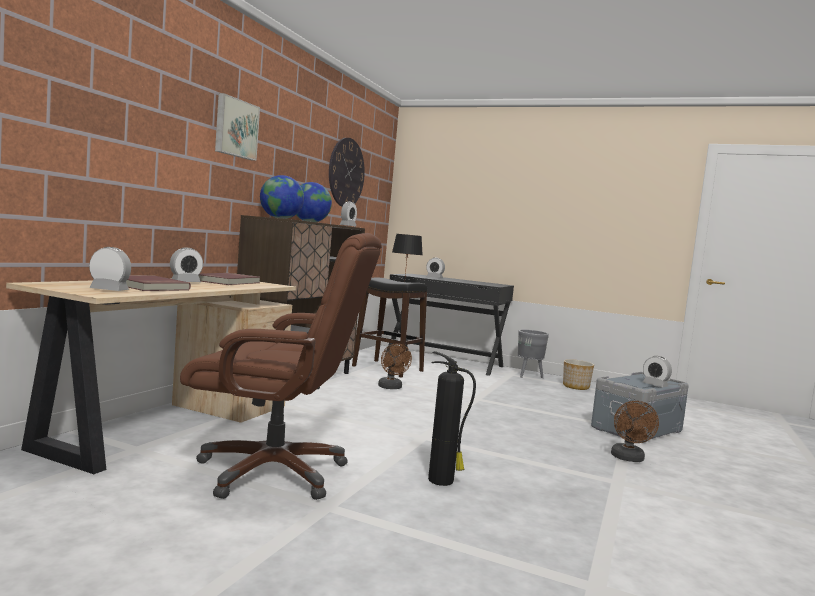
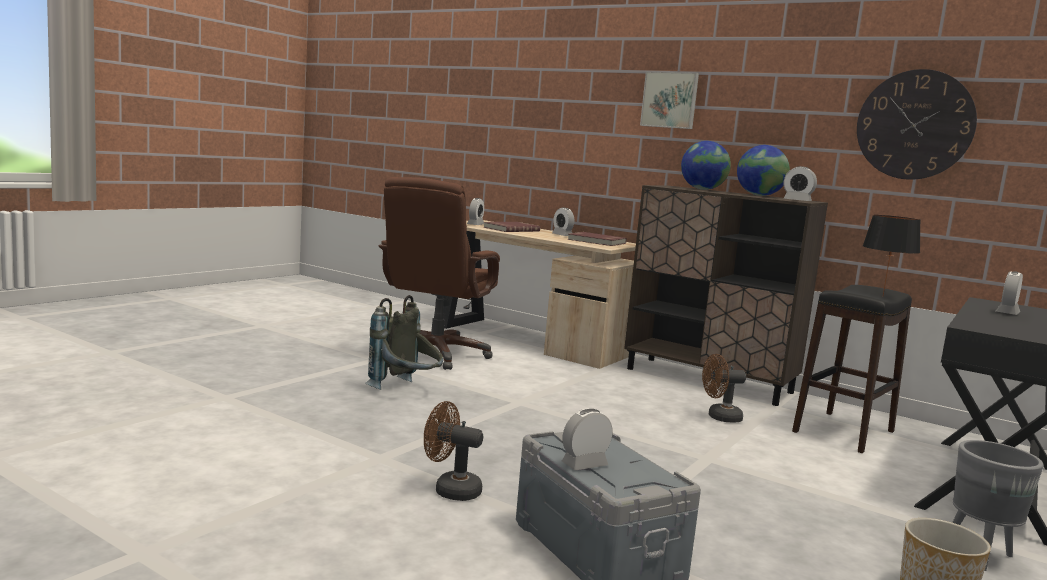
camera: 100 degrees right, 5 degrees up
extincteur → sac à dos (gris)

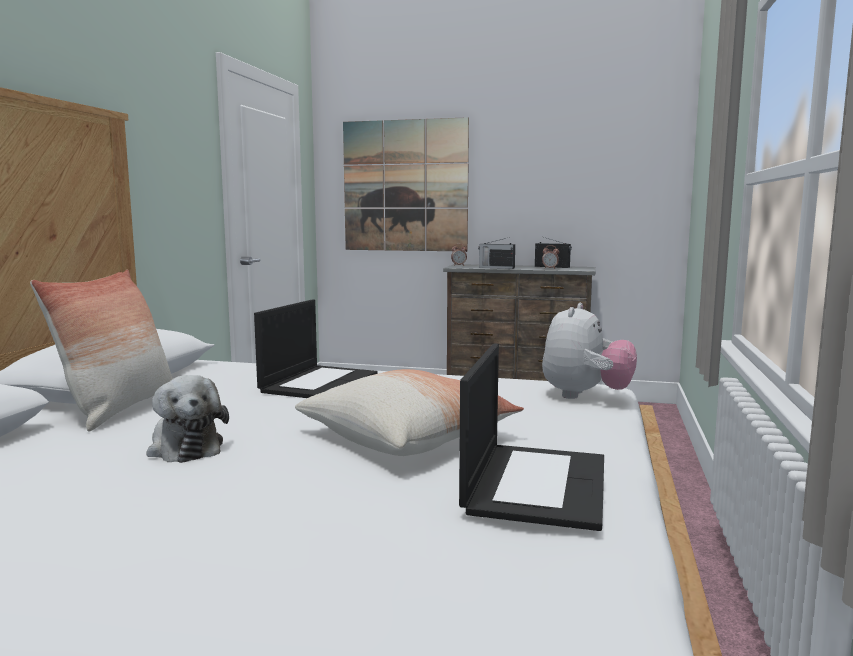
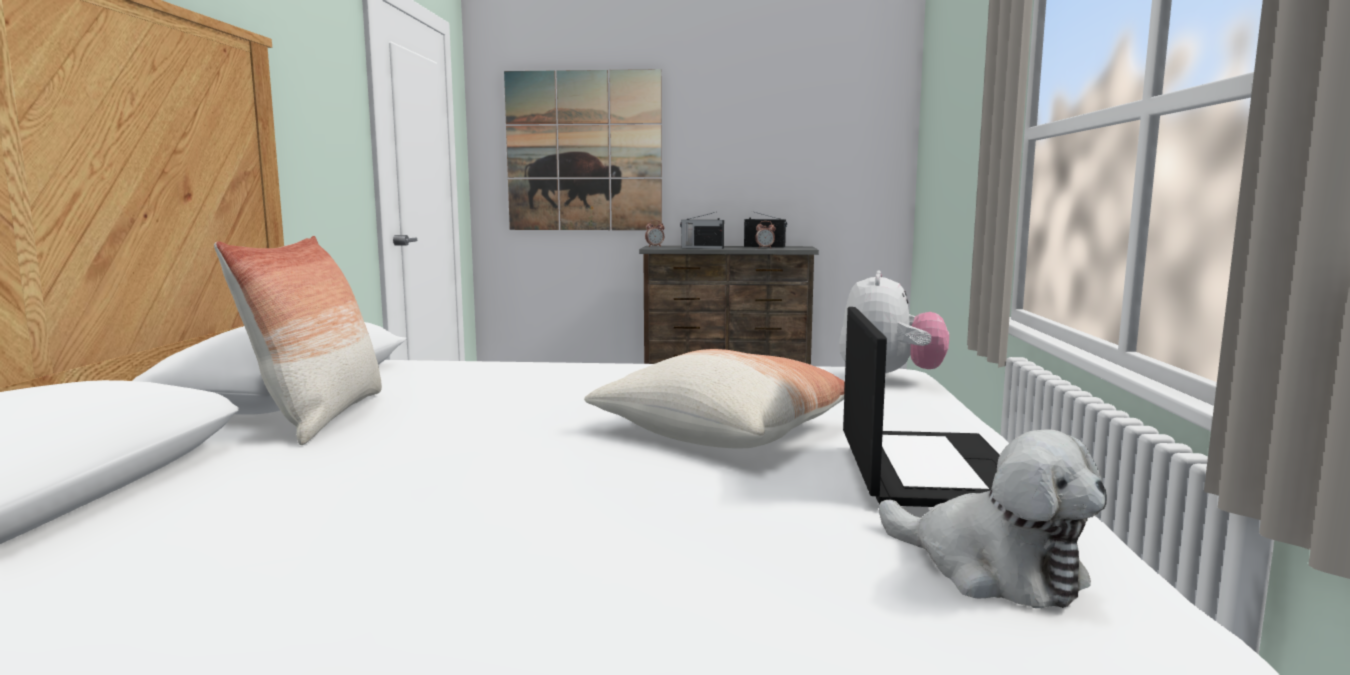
camera: 10 degrees left, 0 degrees up
ordinateur portable (no. 1 from left) → -
peluche (no. 1 from left in the first image) → peluche (no. 2 from left), relocated

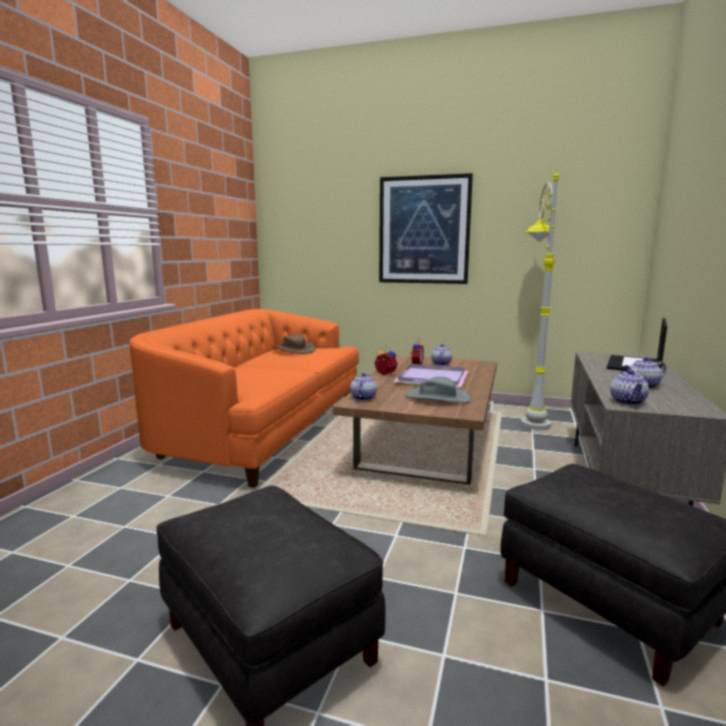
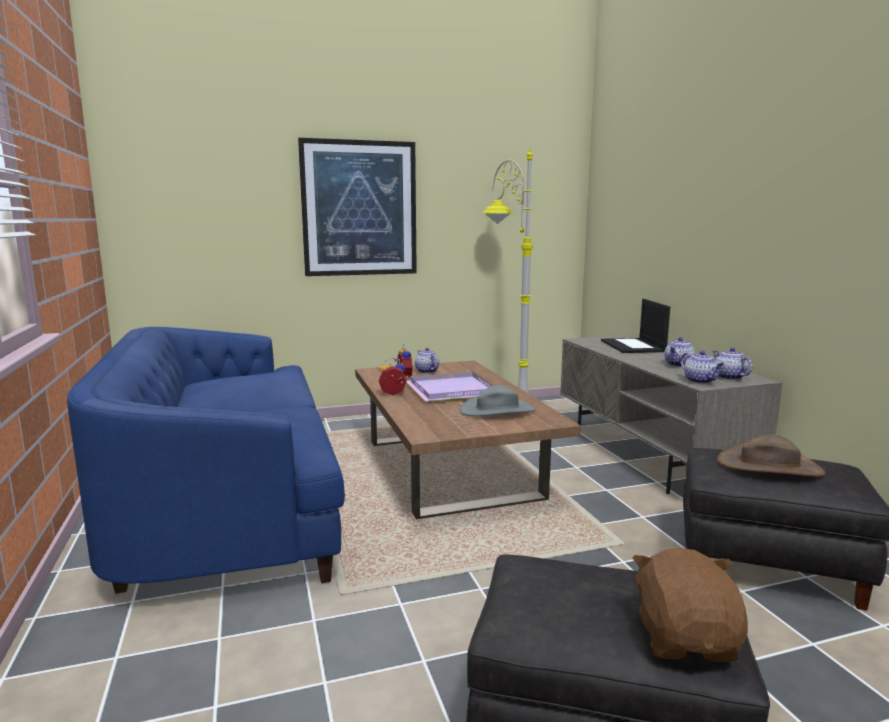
camera: 35 degrees left, 0 degrees up
- → peluche (marron)
chapeau (marron), relocated
théière (no. 1 from left in the first image) → théière (no. 4 from left), relocated
canapé (orange) → canapé (bleu)

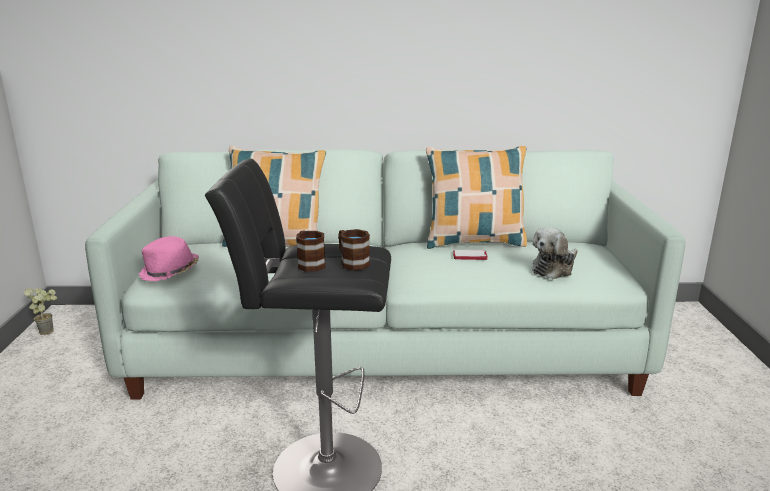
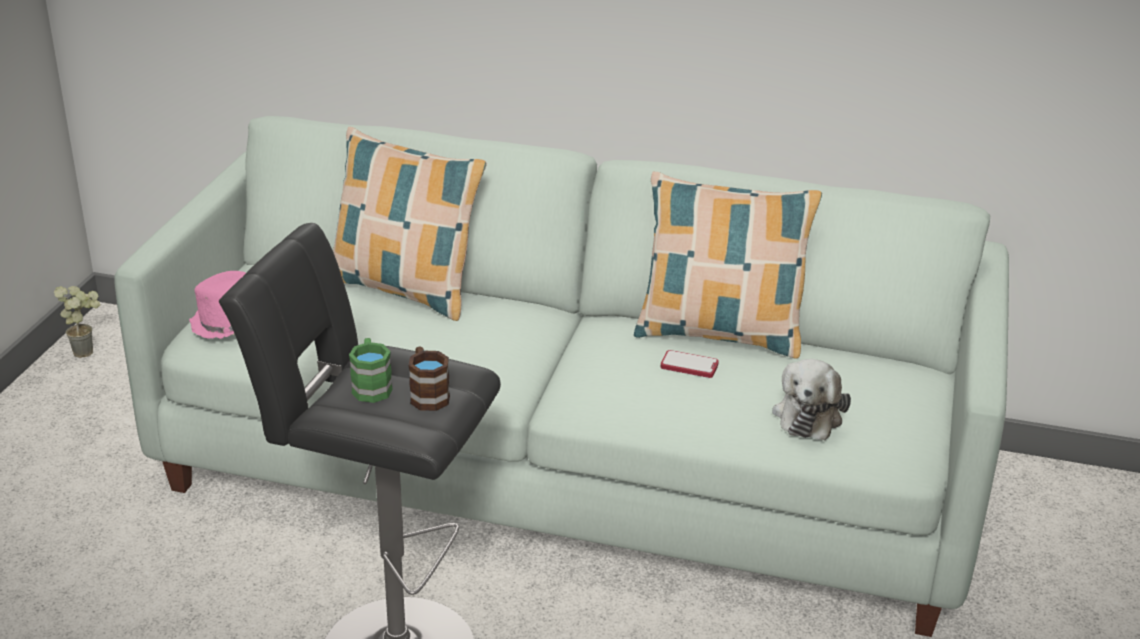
camera: 15 degrees right, 10 degrees up
mug (marron) (no. 1 from left) → mug (vert)
peluche, 45 degrees counterclockwise

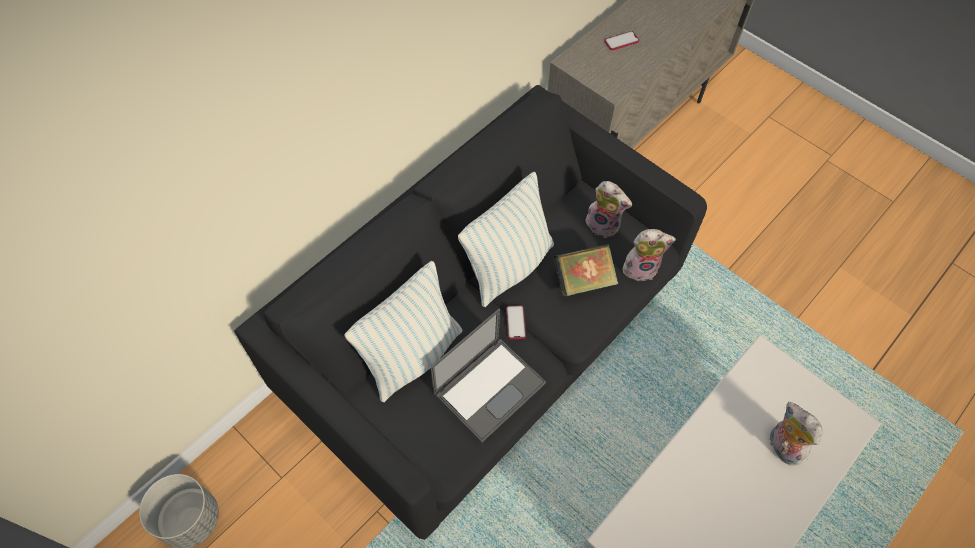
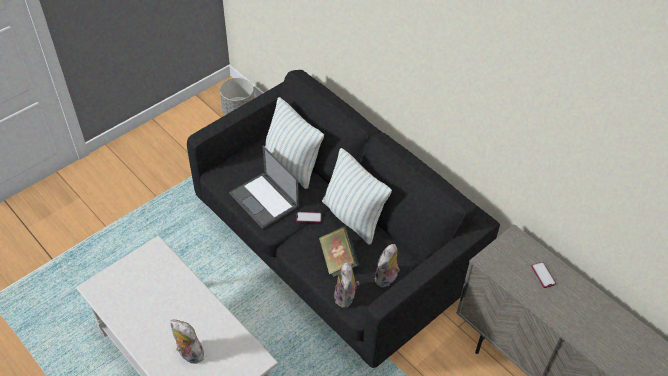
camera: 95 degrees right, 10 degrees down
peluche (no. 3 from left in the first image) → peluche (no. 1 from left), 120 degrees counterclockwise

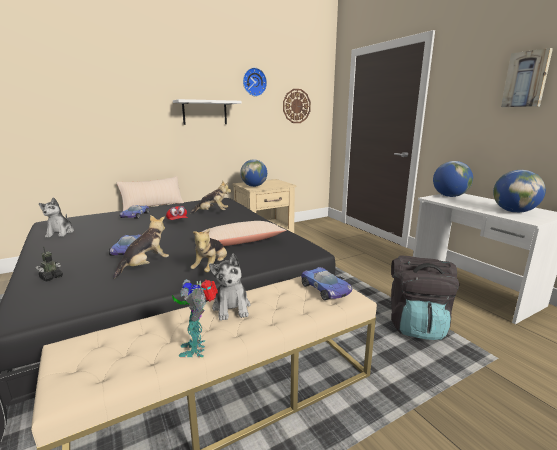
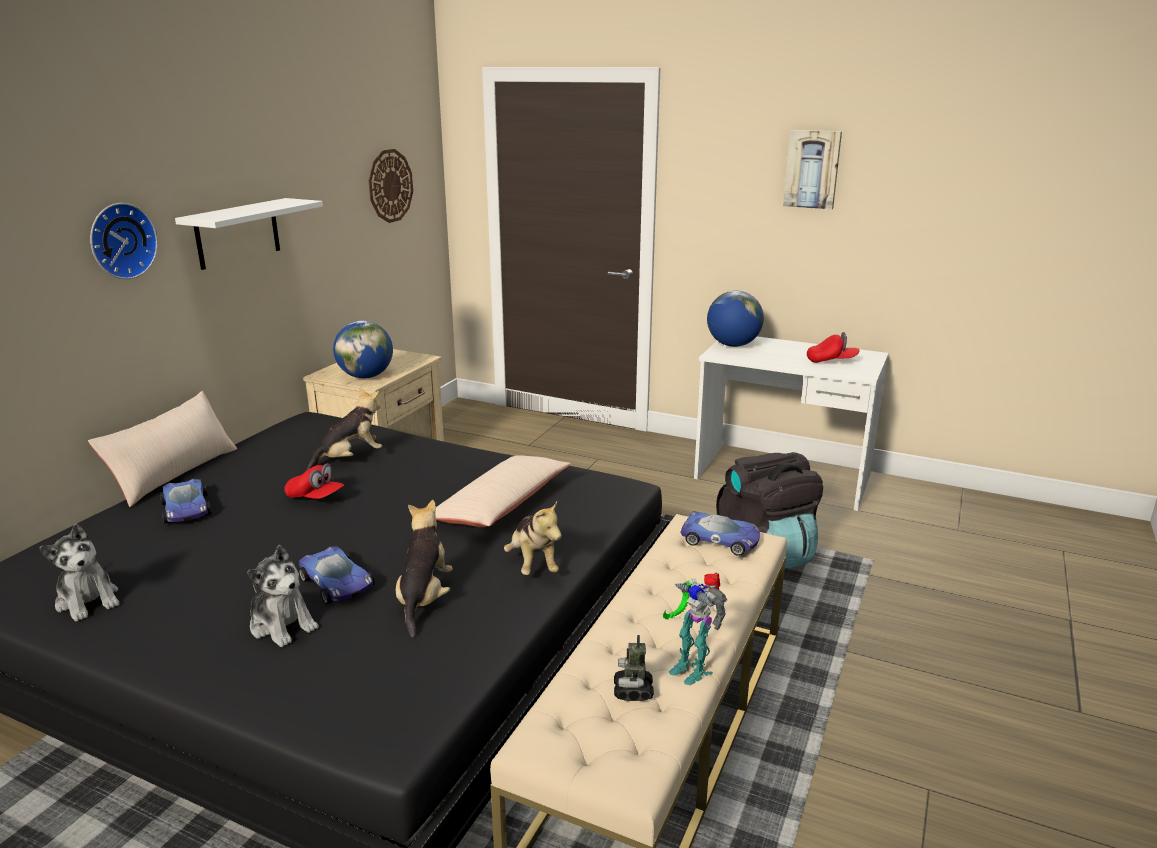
camera: 35 degrees left, 5 degrees up
robot jouet (no. 1 from left), relocated
peluche (no. 5 from left in the first image) → peluche (no. 2 from left), relocated
horloge murale (no. 1 from left), relocated
globe (no. 3 from left) → casquette (rouge) (no. 2 from left)

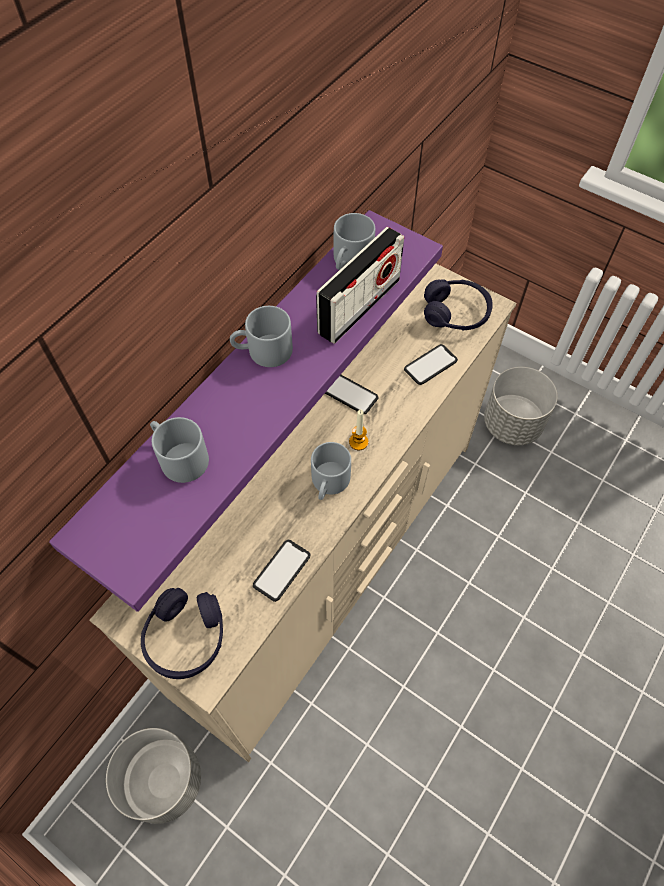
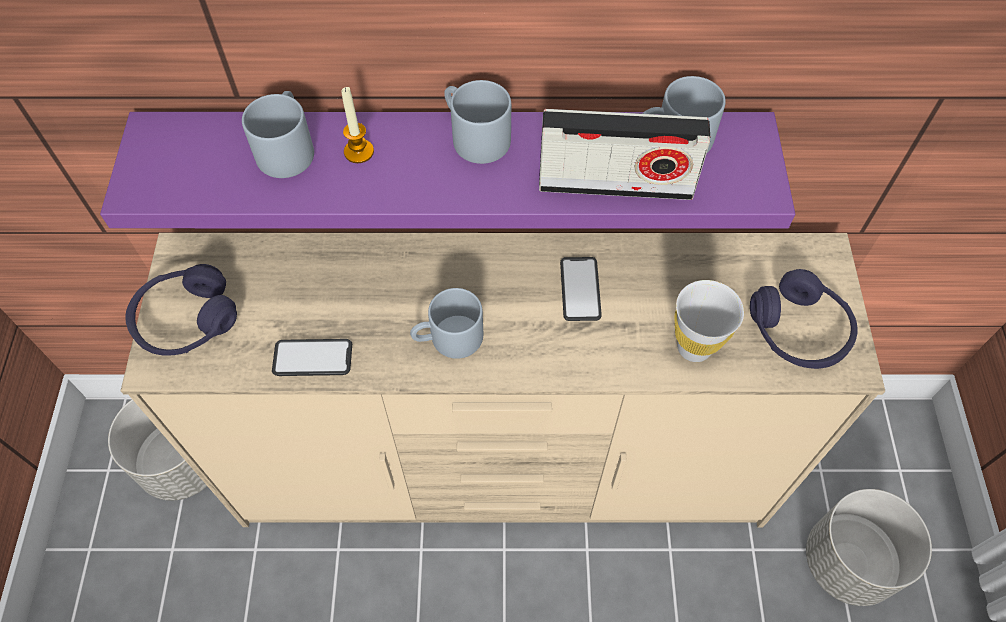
camera: 55 degrees right, 0 degrees up
bougie, relocated
téléphone (no. 3 from left) → tasse (blanc)

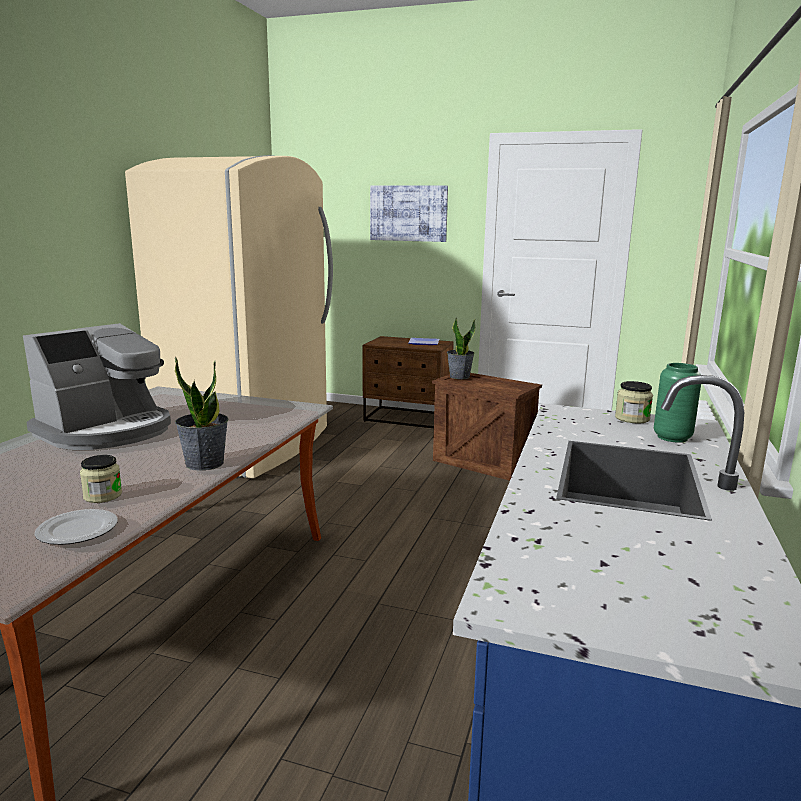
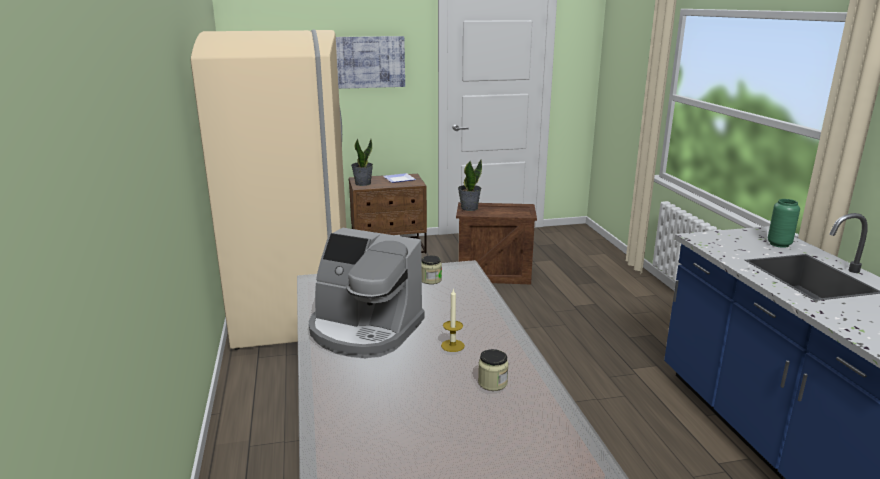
camera: 30 degrees left, 5 degrees up
assiette (no. 1 from left) → -
- → bougie
plante en pot (no. 1 from left), relocated
bocal (no. 2 from left in the first image) → bocal (no. 1 from left), relocated
machine à café, 105 degrees clockwise

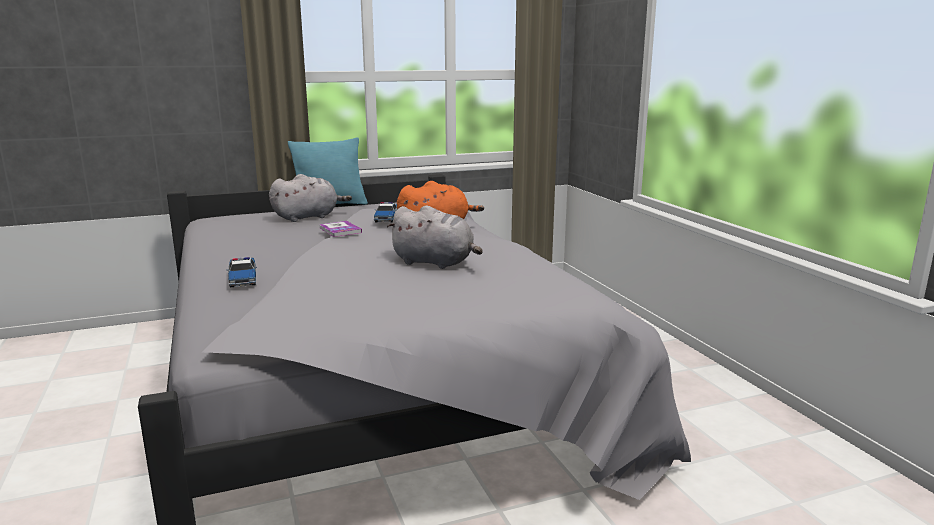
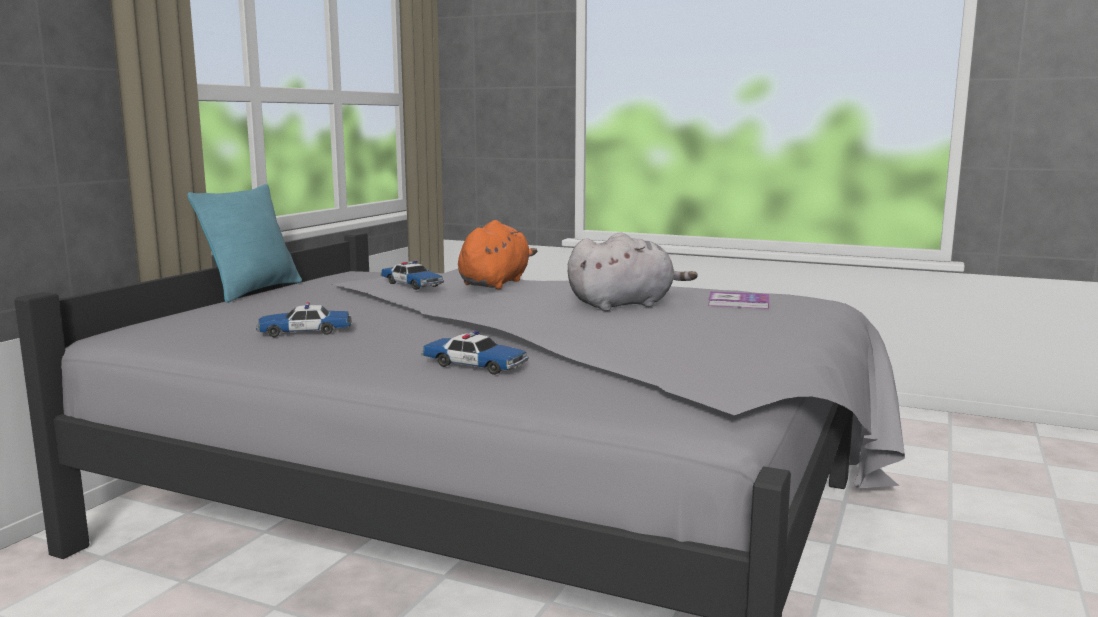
camera: 45 degrees left, 5 degrees down
peluche (gris) (no. 1 from left) → -
- → petite voiture (no. 1 from left)
livre, relocated

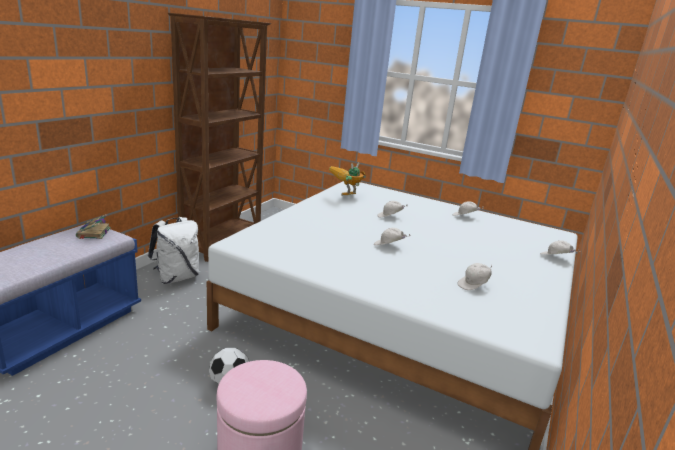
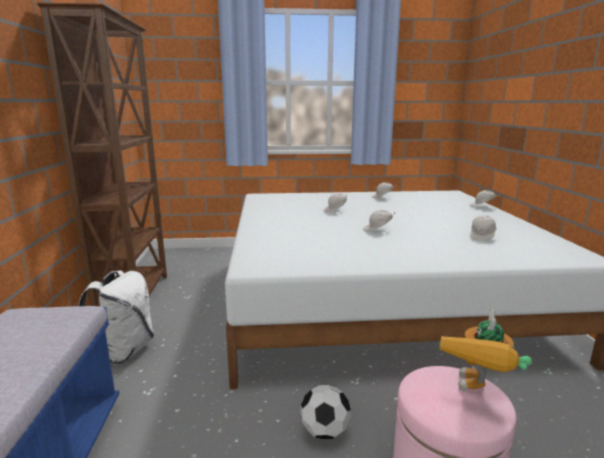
camera: 30 degrees left, 5 degrees down
livre → -
robot jouet, relocated

